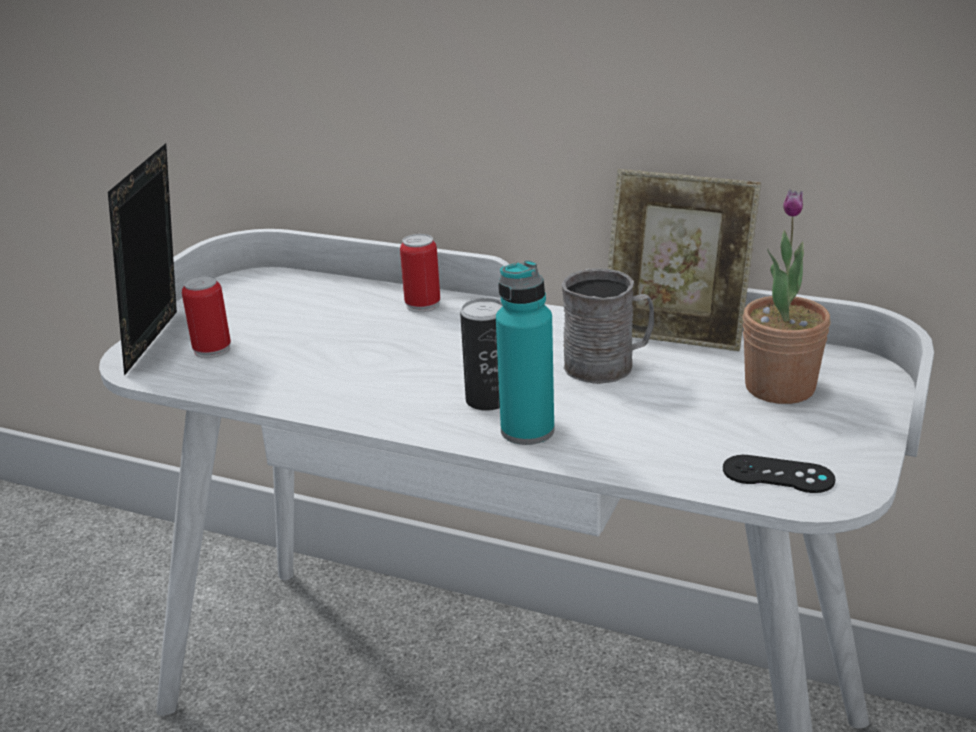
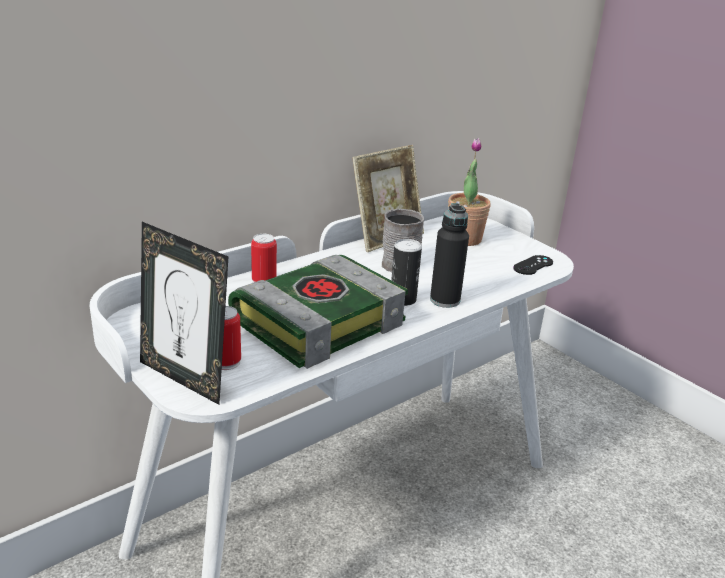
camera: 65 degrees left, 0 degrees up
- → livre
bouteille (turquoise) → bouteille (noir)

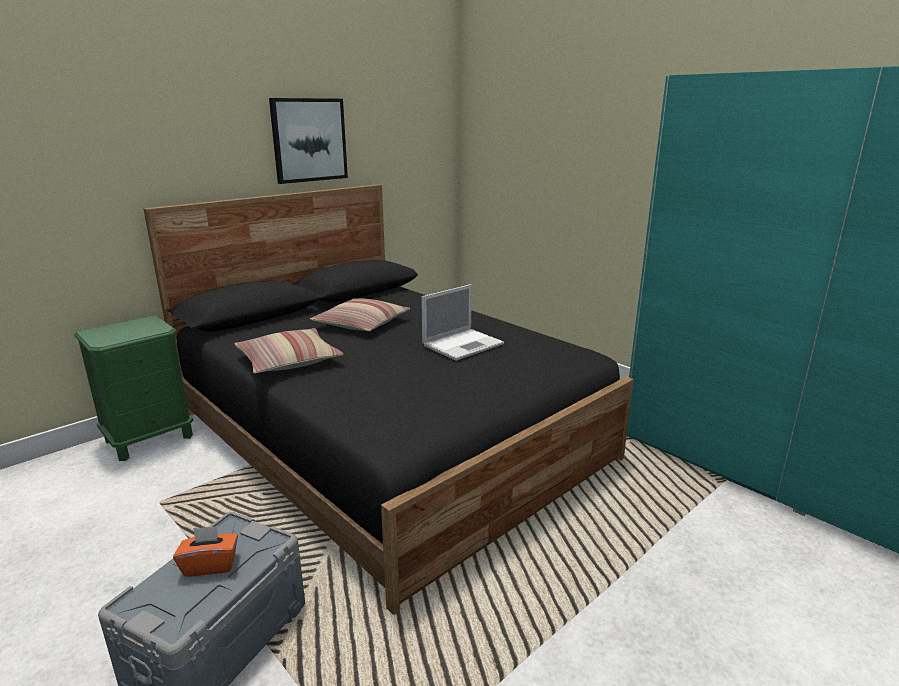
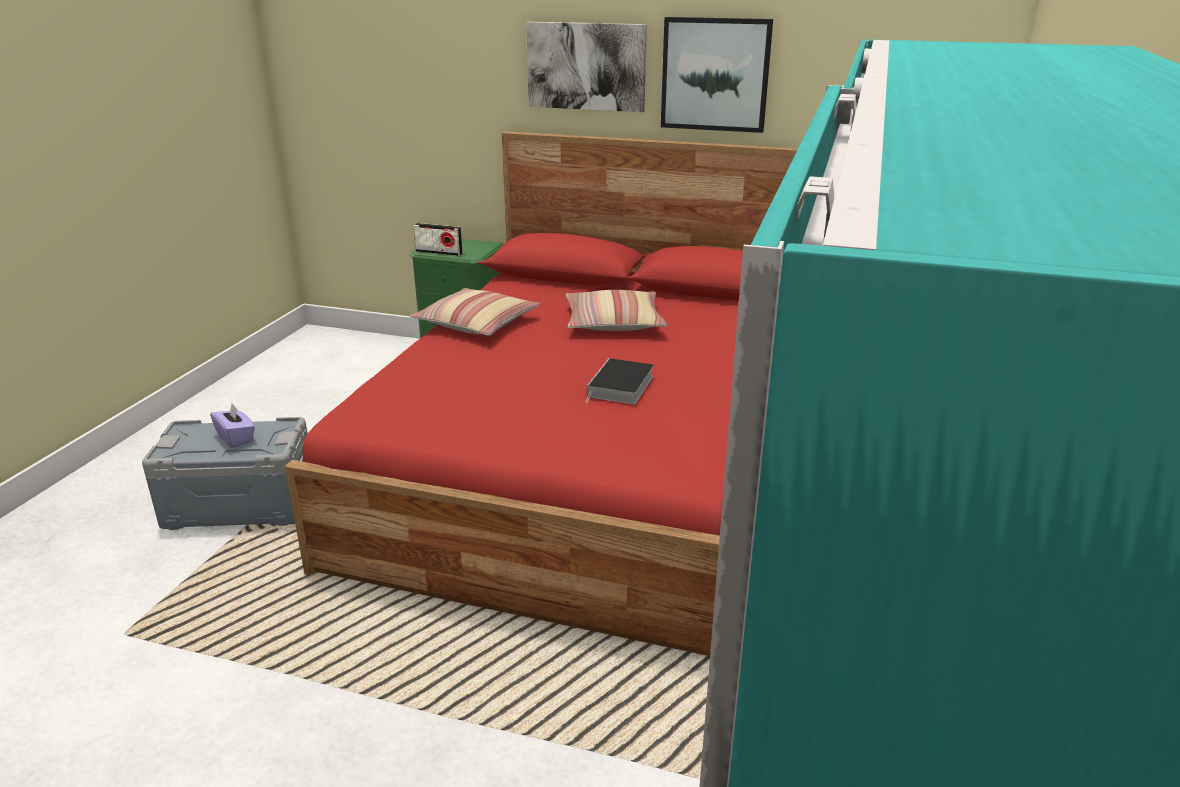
camera: 60 degrees right, 5 degrees up
- → radio
- → tableau (no. 1 from left)
ordinateur portable → livre
lit (noir) → lit (rouge)
boîte à mouchoirs (orange) → boîte à mouchoirs (violet)

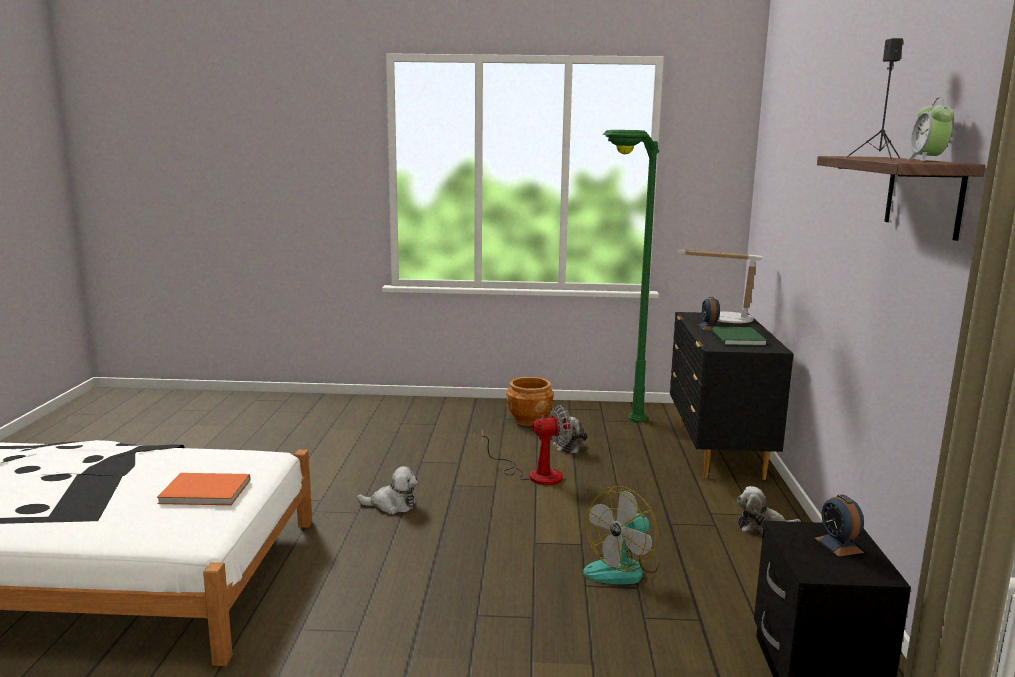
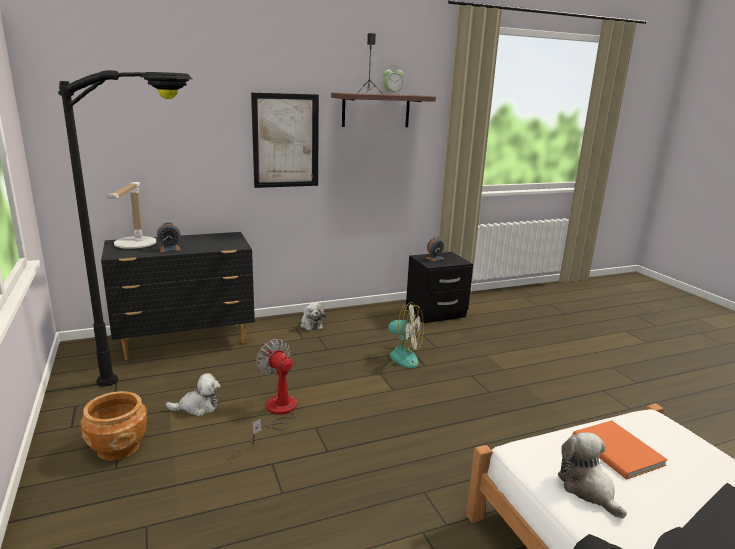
camera: 115 degrees left, 5 degrees up
livre (vert) → -
- → tableau
peluche (no. 1 from left in the first image) → peluche (no. 3 from left), relocated
lampadaire (vert) → lampadaire (noir)

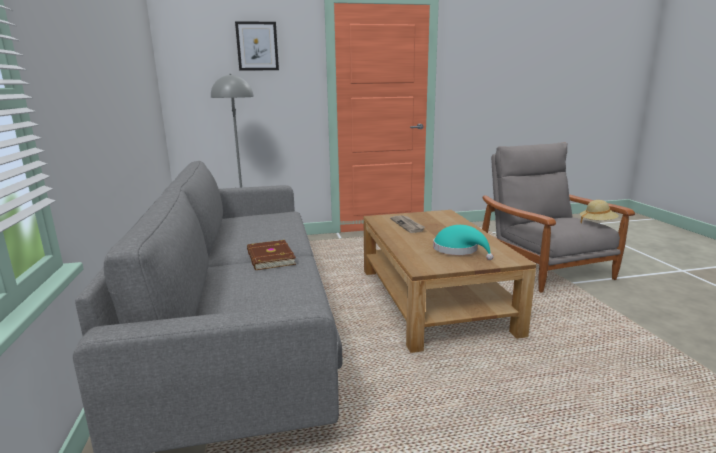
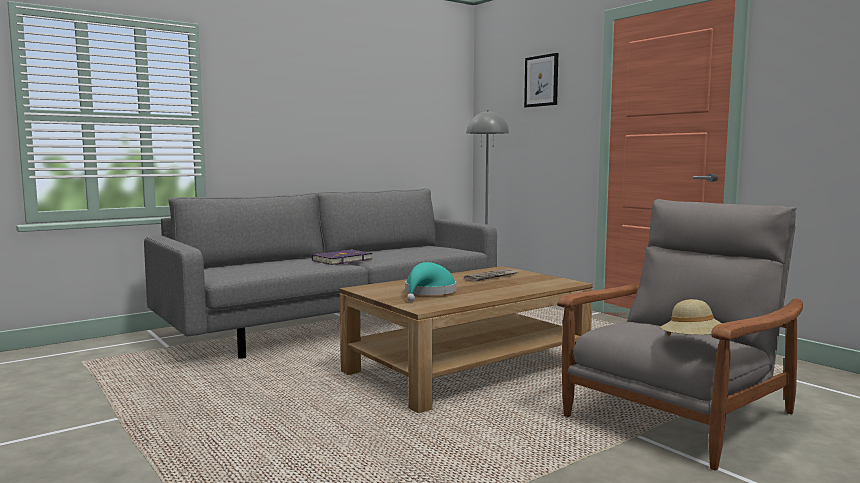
camera: 65 degrees right, 10 degrees down
livre (marron) → livre (violet)

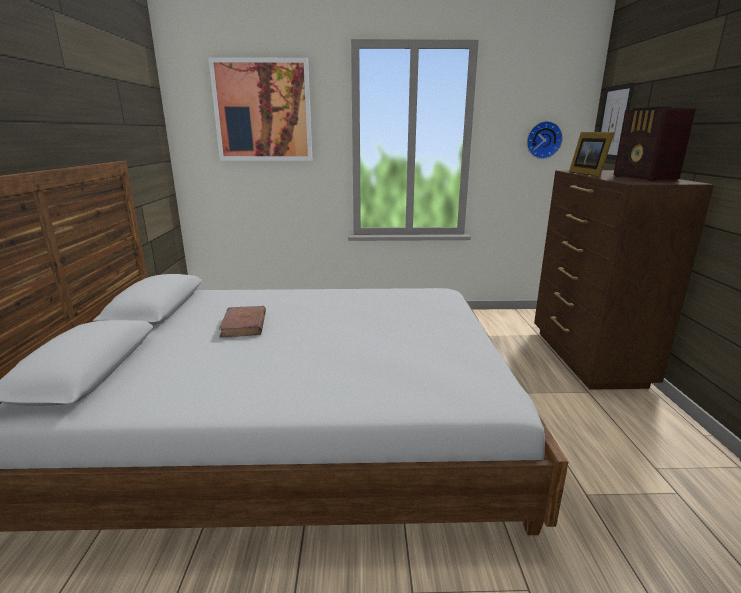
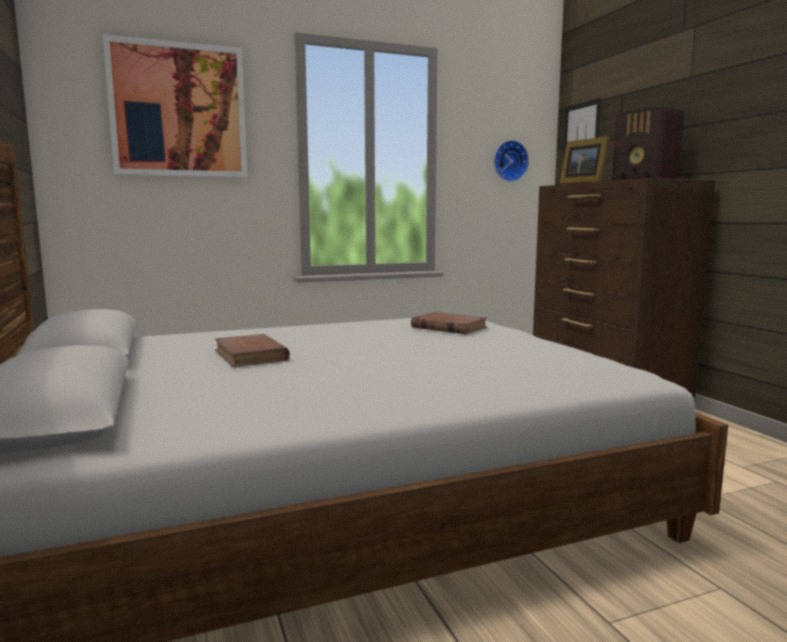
camera: 20 degrees left, 10 degrees down
- → livre (marron) (no. 2 from left)

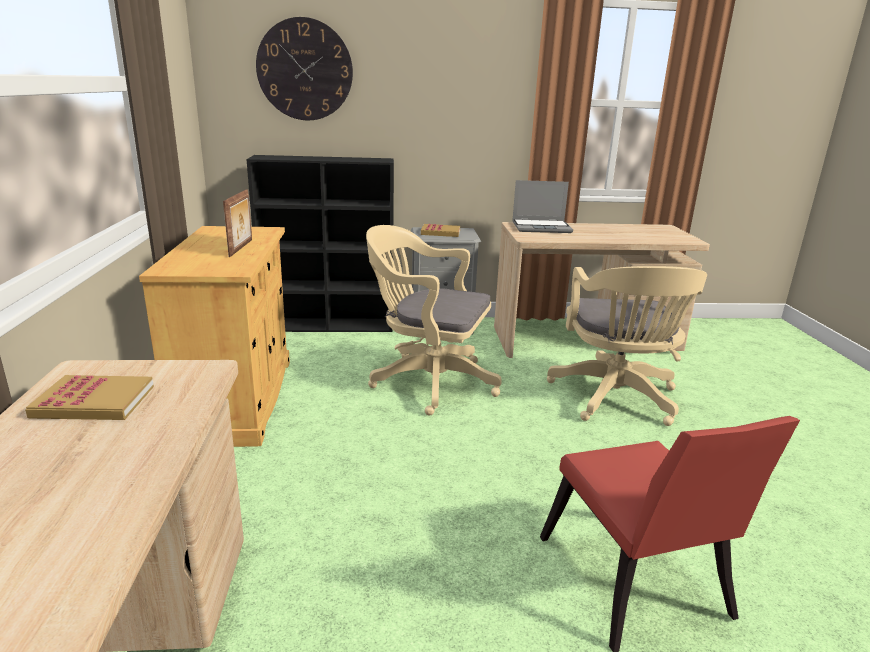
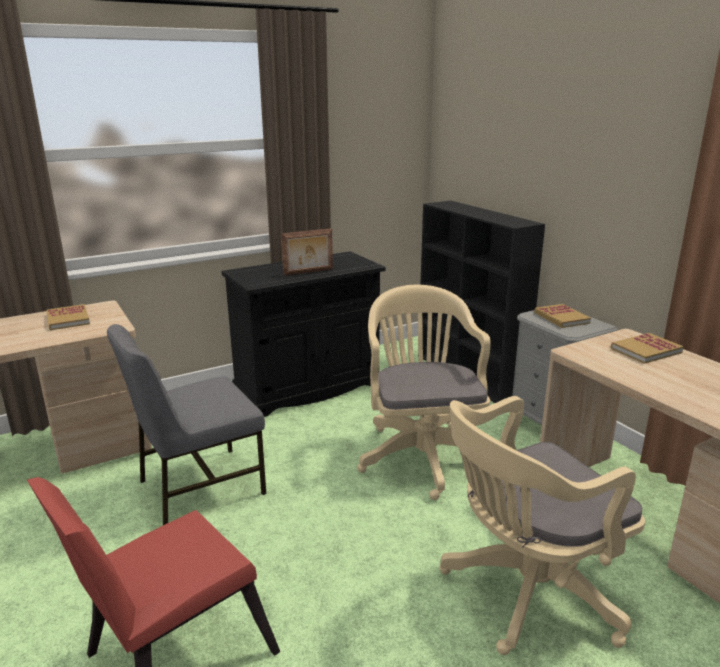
camera: 65 degrees right, 0 degrees up
horloge murale → -
- → chaise (gris)
ordinateur portable → livre (no. 3 from left)
meuble de rangement (beige) → meuble de rangement (noir)

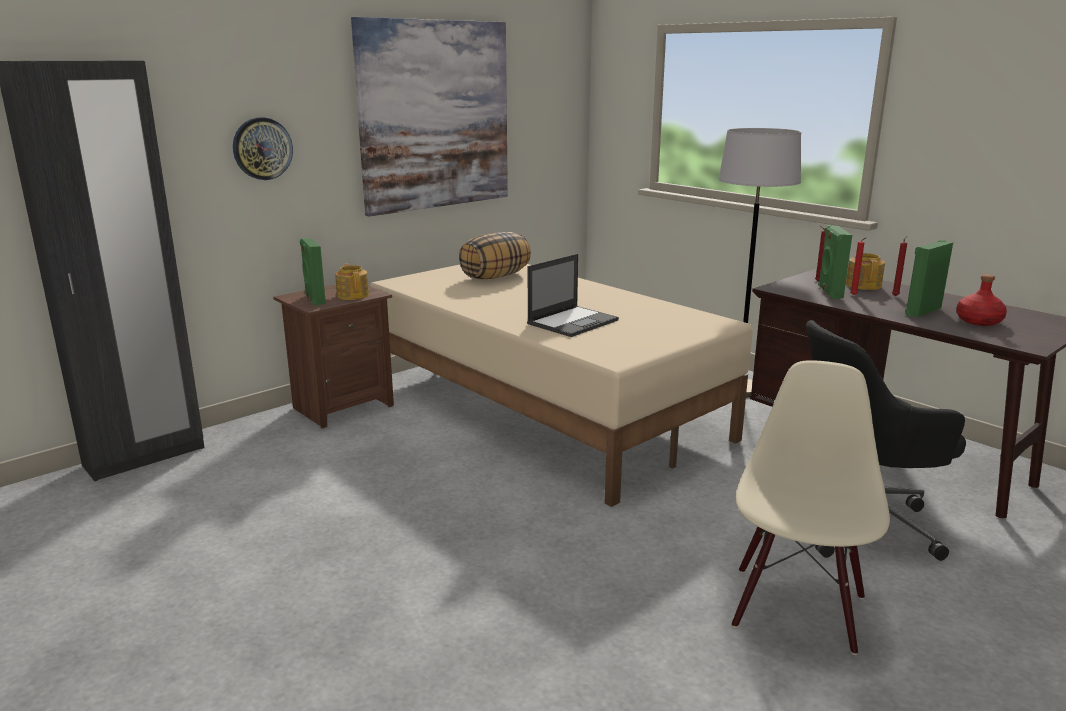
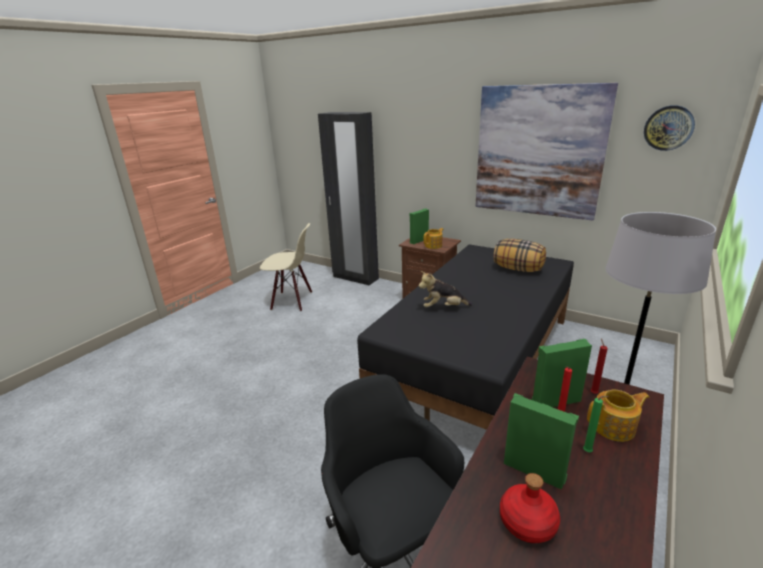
camera: 75 degrees right, 5 degrees up
horloge murale, relocated
chaise (beige), relocated
ordinateur portable → peluche
lit (beige) → lit (noir)
bougie (rouge) (no. 3 from left) → bougie (vert)

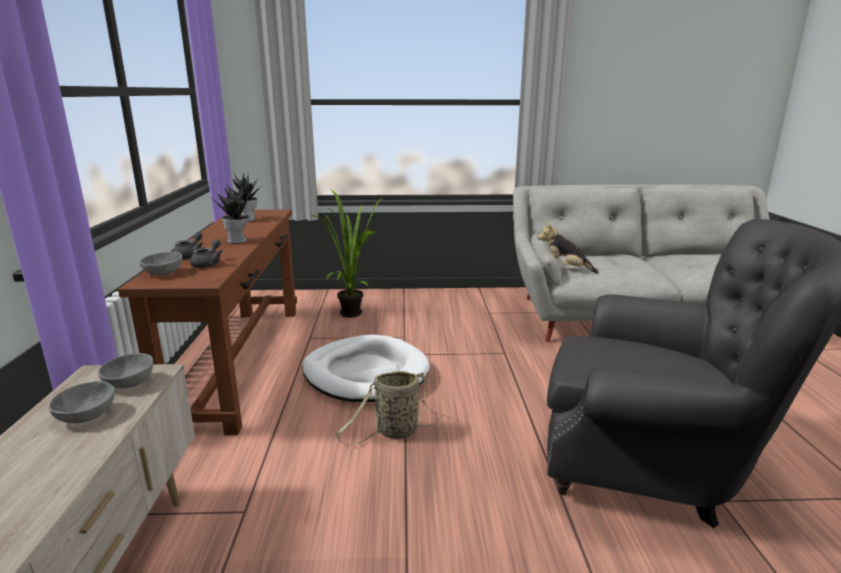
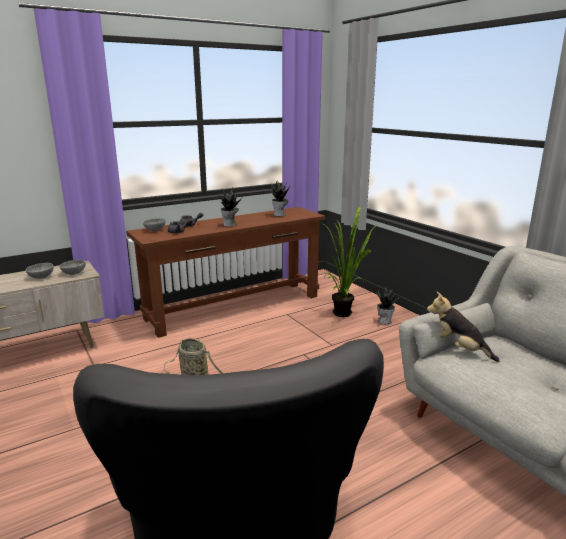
camera: 60 degrees right, 0 degrees up
panier pour chien (blanc) → -
- → plante en pot (no. 4 from left)
peluche, 45 degrees counterclockwise

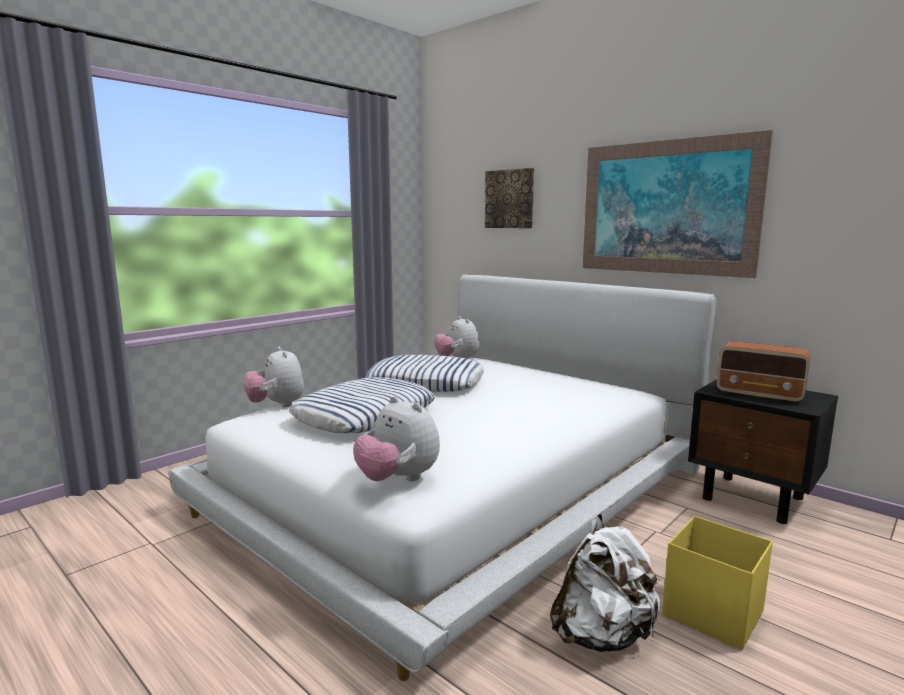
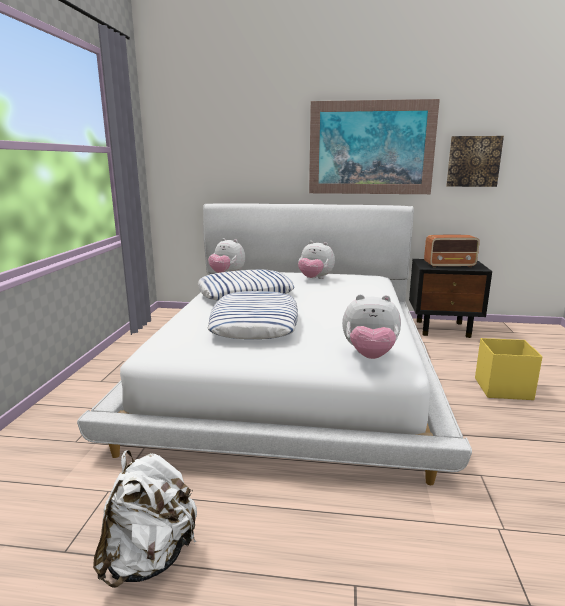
camera: 35 degrees left, 5 degrees up
peluche (no. 1 from left in the first image) → peluche (no. 2 from left), relocated
tableau (no. 1 from left in the first image) → tableau (no. 2 from left), relocated
sac à dos (blanc), relocated

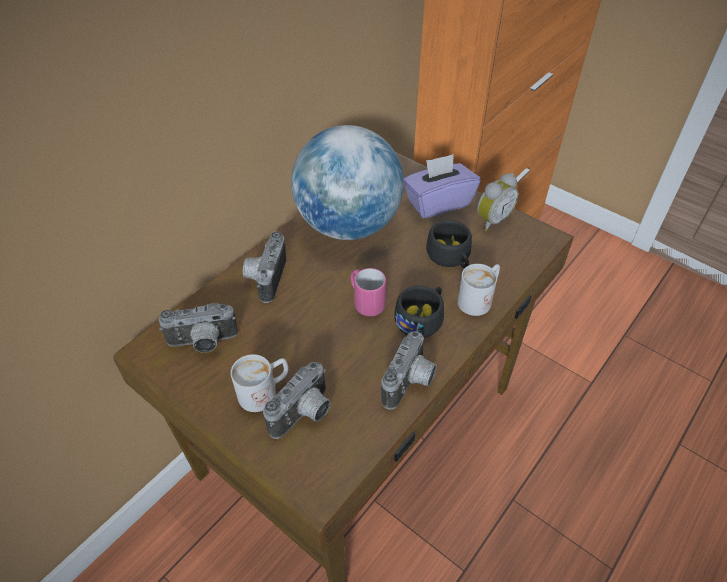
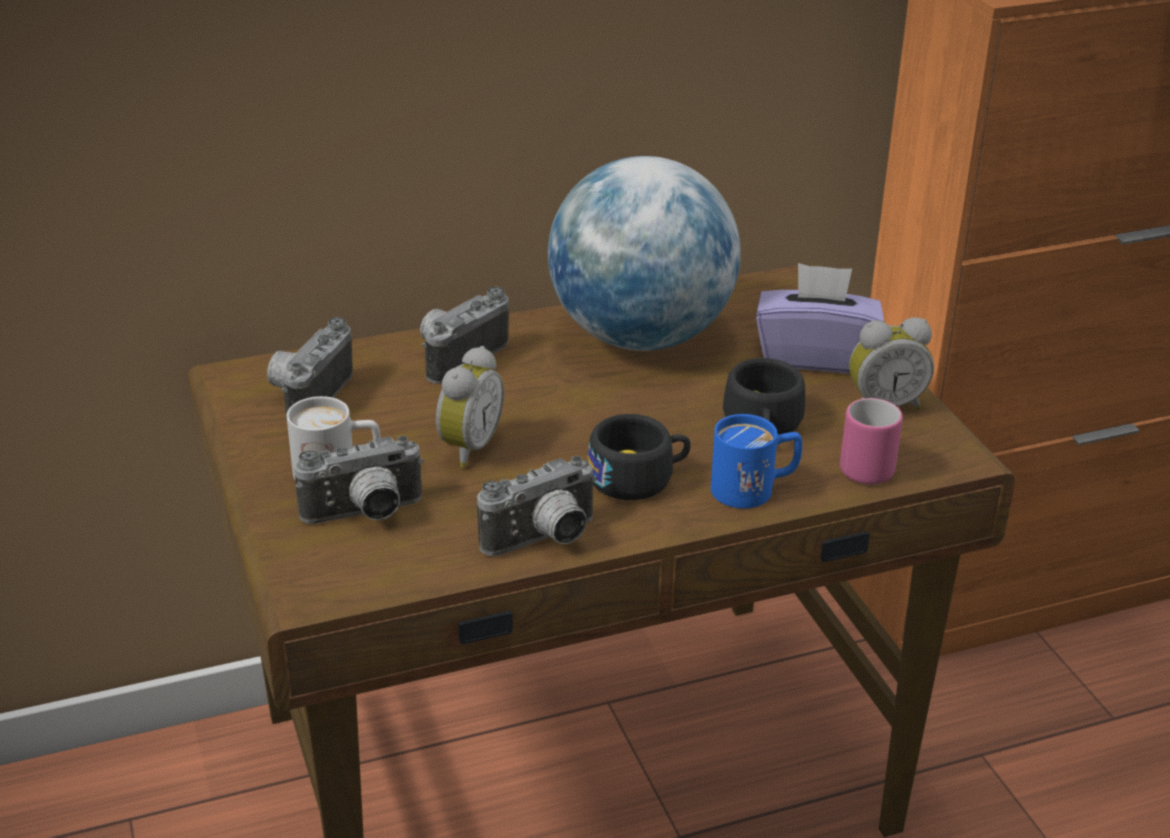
camera: 30 degrees right, 15 degrees down
- → réveil (no. 1 from left)
mug (rose), relocated
mug (blanc) (no. 2 from left) → mug (bleu)
appareil photo (no. 1 from left), 90 degrees clockwise

